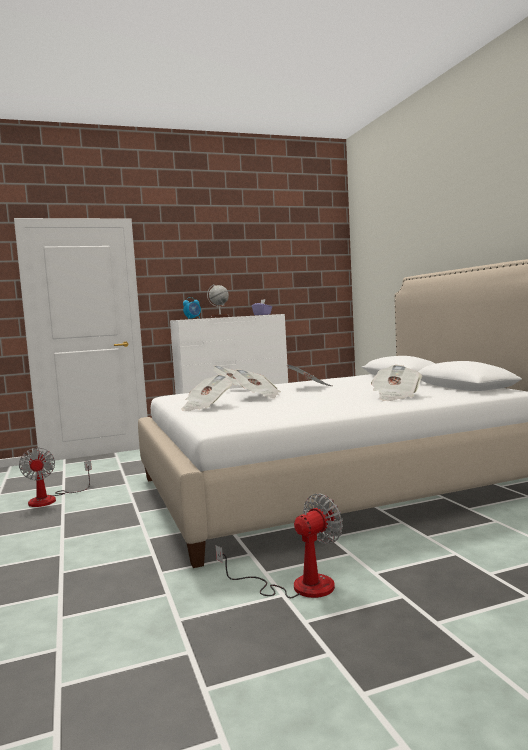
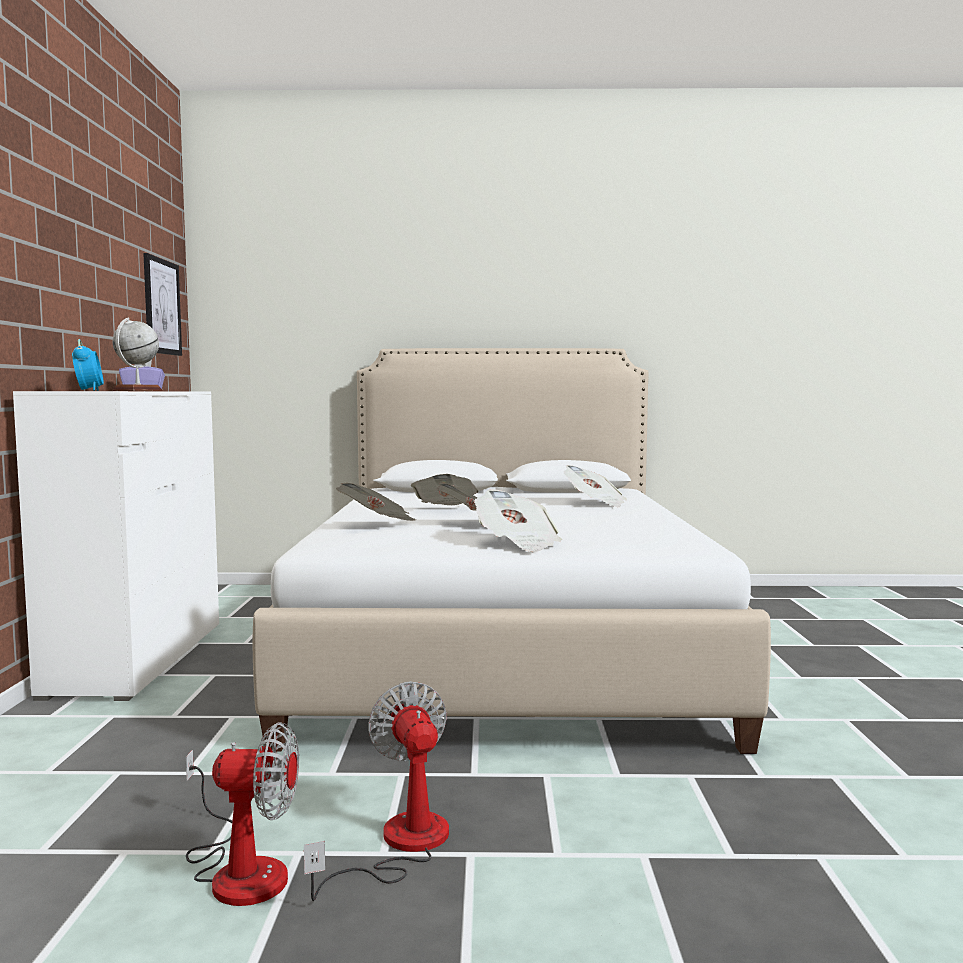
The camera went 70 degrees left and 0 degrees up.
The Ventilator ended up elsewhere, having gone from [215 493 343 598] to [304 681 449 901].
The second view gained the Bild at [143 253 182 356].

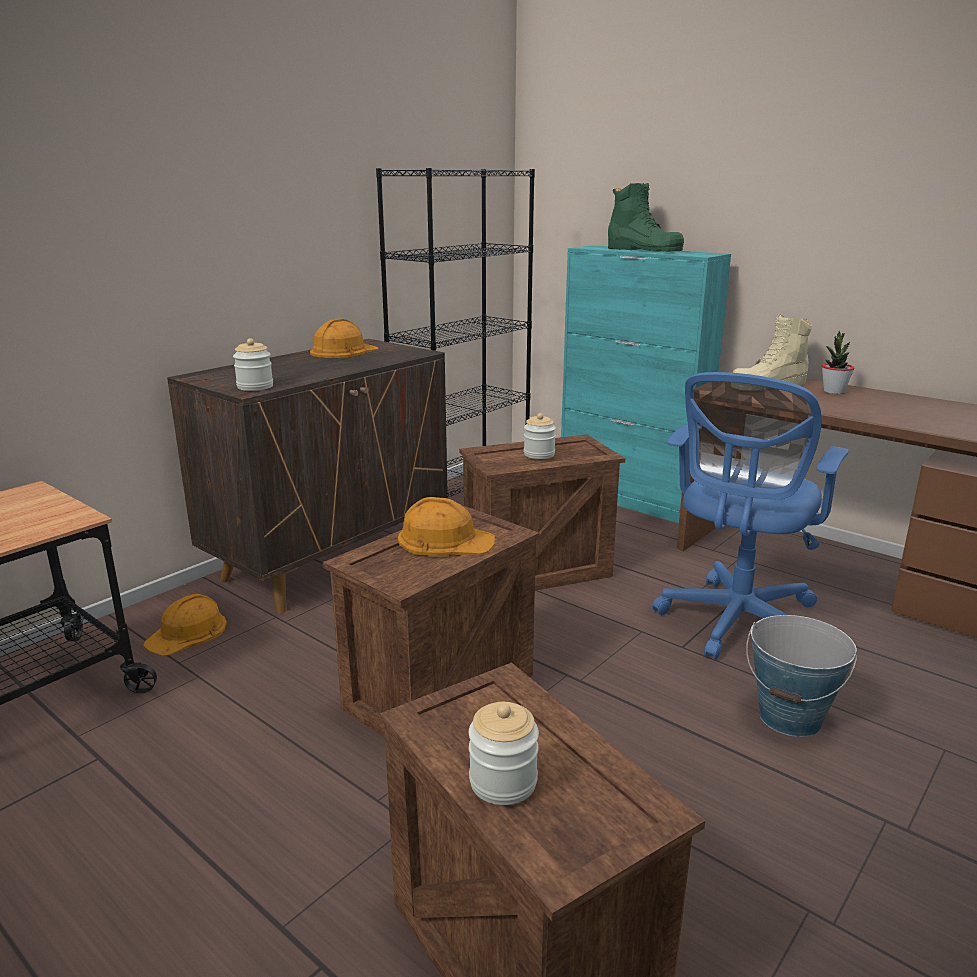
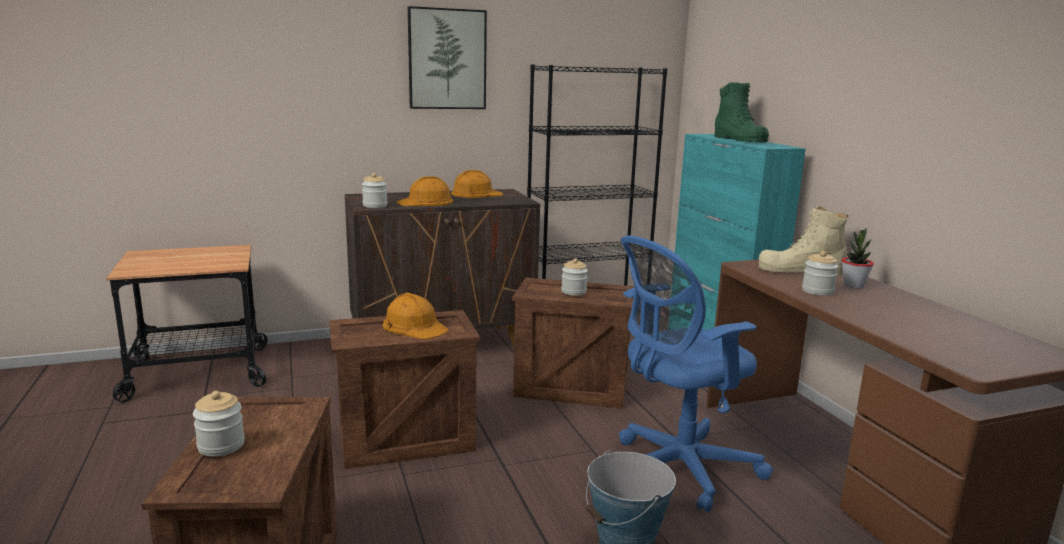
The camera went 30 degrees right and 5 degrees down.
The Schutzhelm [orange] ended up elsewhere, having gone from [143 594 227 656] to [397 176 453 206].
The second view gained the Bild at [408 6 487 109].
The second view gained the Vorratsglas at [802 251 838 295].

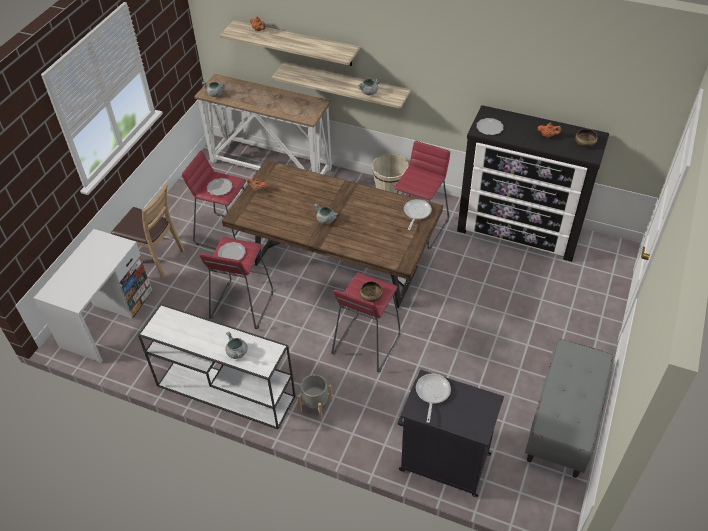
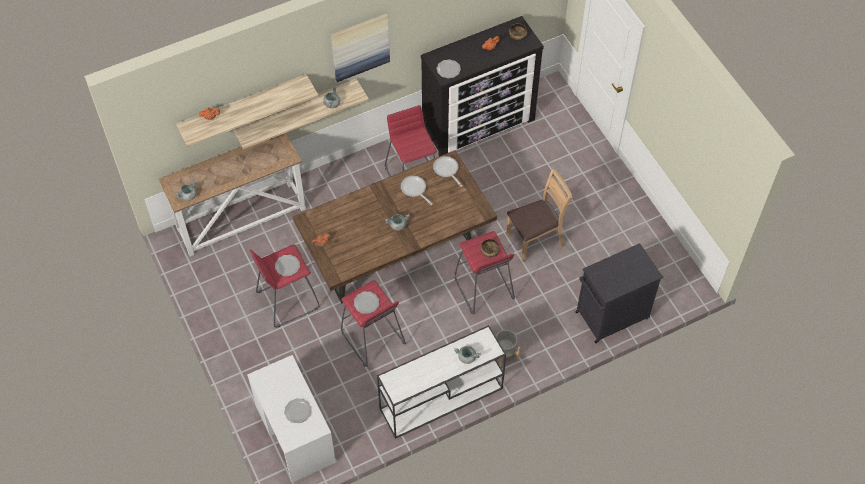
The camera went 50 degrees left and 10 degrees up.
The second view lost the Eimer [beige] at [372 154 409 195].
The Stuhl [braun] ended up elsewhere, having gone from [111 184 185 278] to [506 168 573 262].
The second view lost the Bank [grau] at [525 339 613 478].
The Pfanne ended up elsewhere, having gone from [416 373 451 423] to [401 176 432 205].
The second view gained the Bild at [331 14 390 82].
The second view gained the Teller at [284 398 312 423].

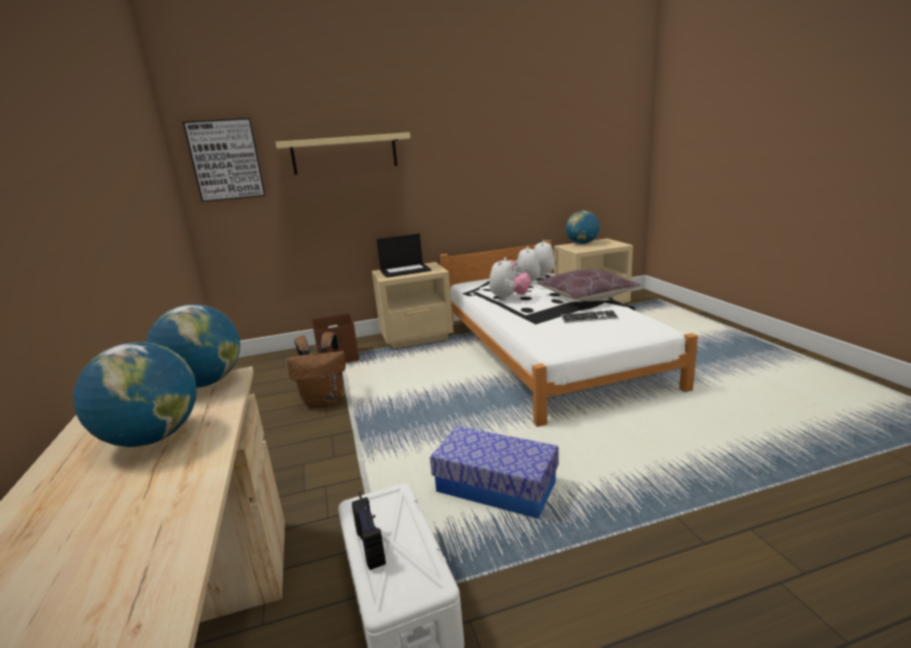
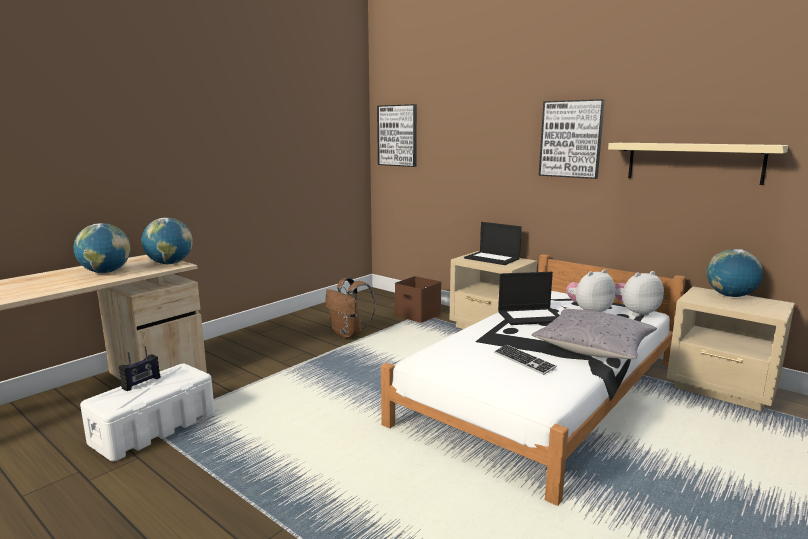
The camera went 55 degrees right and 5 degrees down.
The Wandregal [beige] ended up elsewhere, having gone from [276 132 410 175] to [608 143 788 185].
Where the Plüschtier stood at [489 257 530 300], the Laptop came to stand at [498 272 559 325].
What was the Kissen [braun] at [537 269 641 301] turned into the Kissen [grau] at [532 309 657 359].
The second view lost the Aufbewahrungsbox at [430 426 559 519].
The second view gained the Bild at [539 99 605 179].

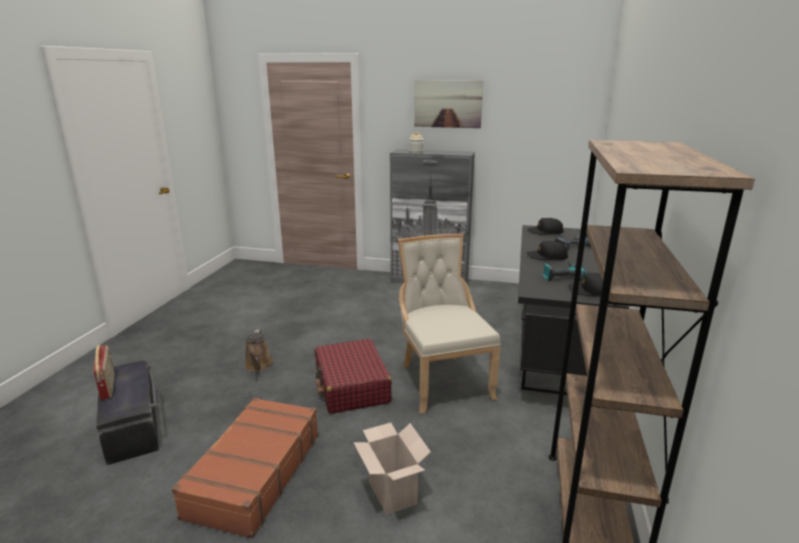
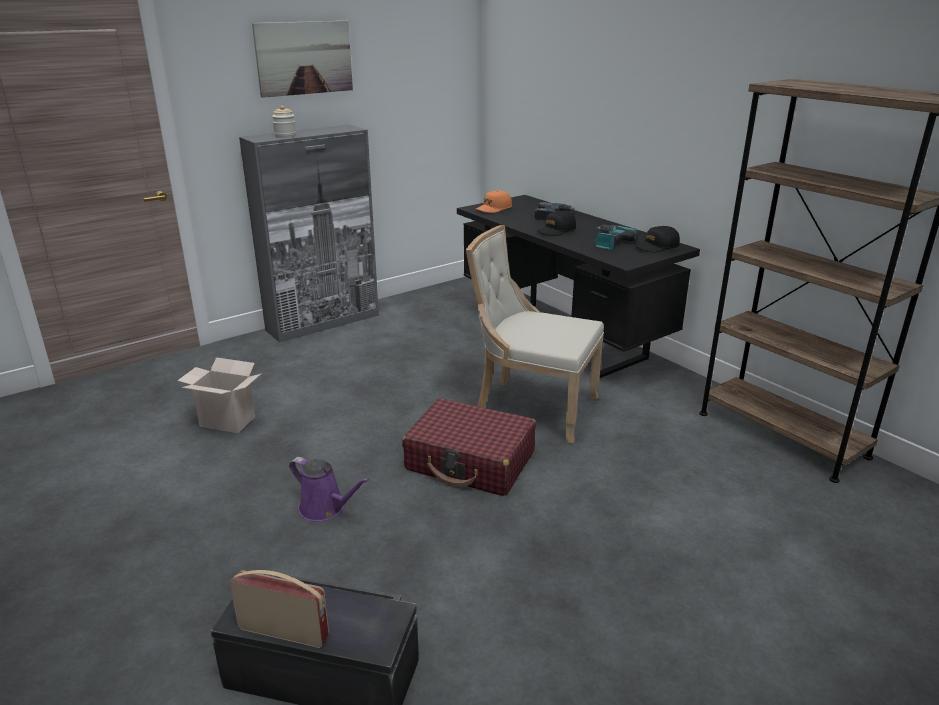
The camera went 50 degrees left and 5 degrees up.
What was the Kappe [schwarz] at [528 218 564 234] turned into the Kappe [orange] at [476 190 512 213].
What was the Gießkanne [braun] at [244 329 273 371] turned into the Gießkanne [lila] at [289 457 369 522].
The second view lost the Koffer [braun] at [172 397 319 538].
The Karton ended up elsewhere, having gone from [353 423 431 515] to [177 357 262 433].

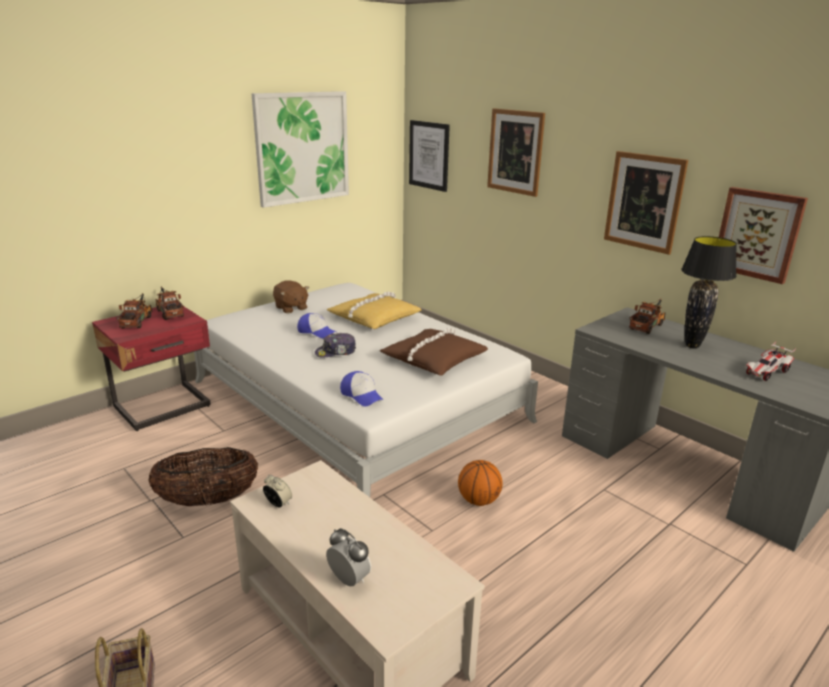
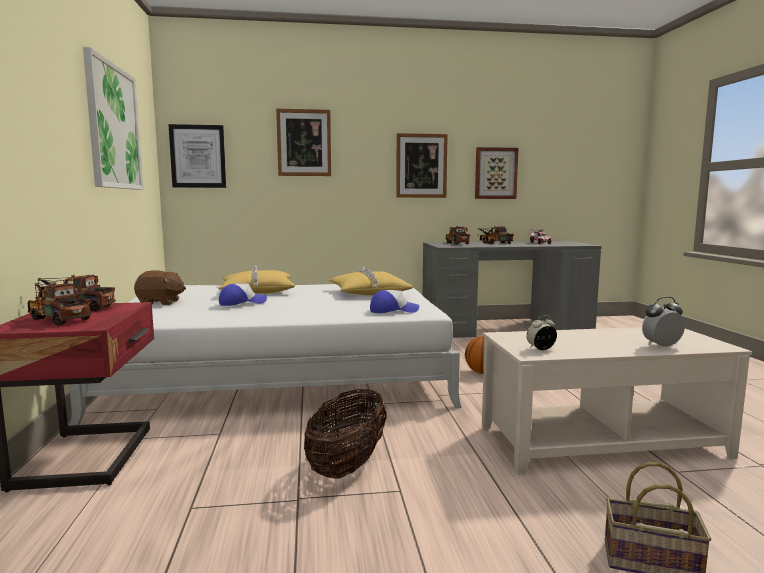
The camera went 55 degrees left and 15 degrees down.
Where the Tischlampe [schwarz] stood at [681 236 737 349], the Spielzeuglaster came to stand at [477 226 514 244].
What was the Kissen [braun] at [379 328 488 376] turned into the Kissen [gelb] at [329 267 414 295].
The second view lost the Kappe at [315 333 356 358].

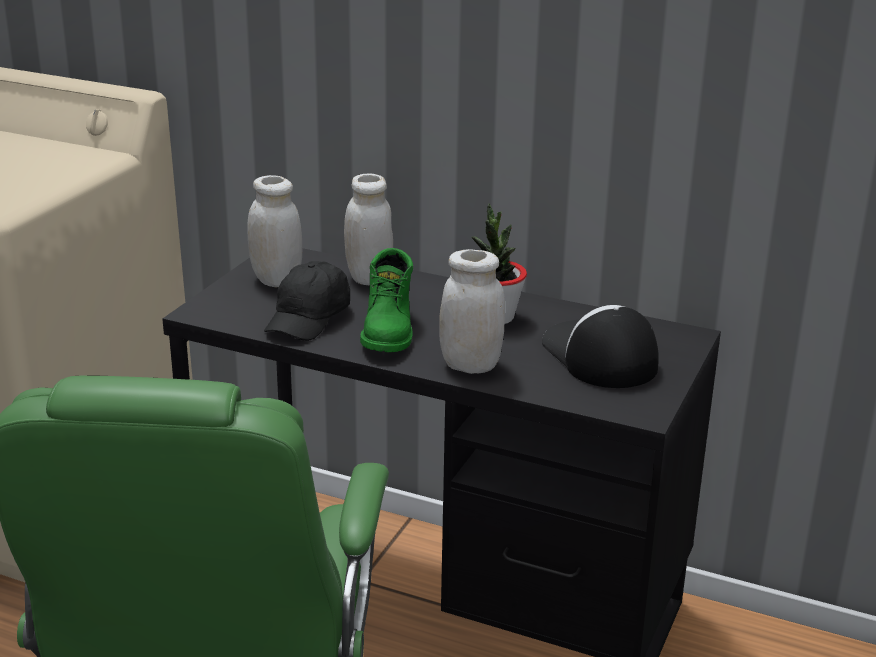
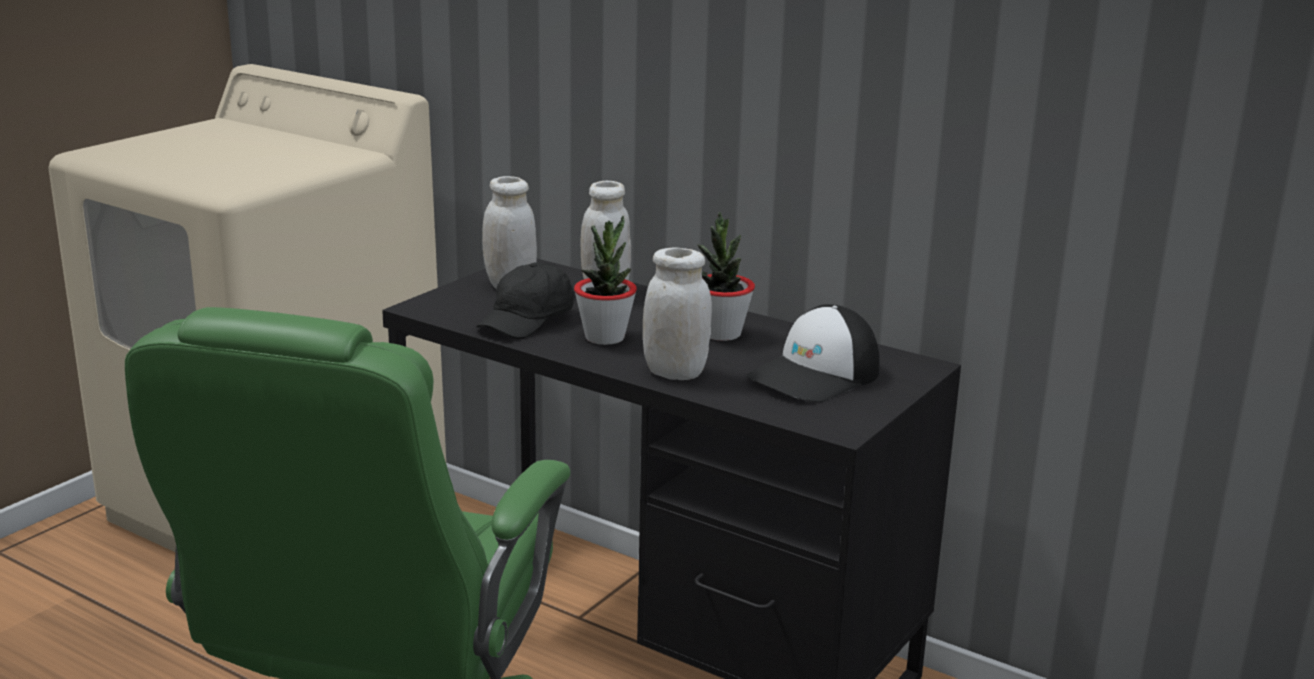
The camera went 10 degrees right and 5 degrees down.
Where the Stiefel [grün] stood at [360 248 413 352], the Topfpflanze came to stand at [574 216 637 345].
The Kappe at [542 305 659 388] ended up facing another way, 120 degrees counterclockwise from before.

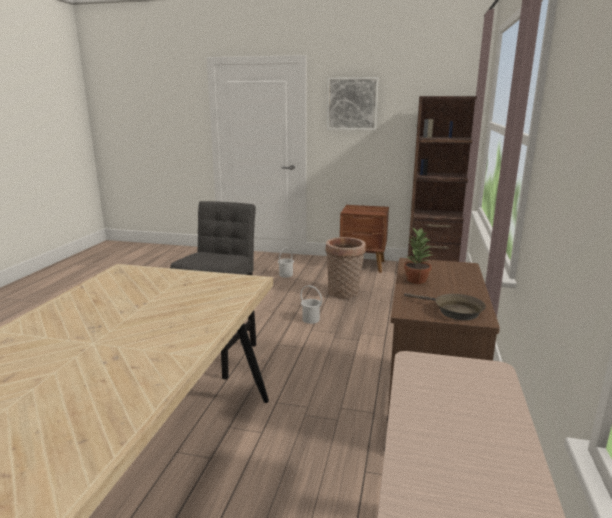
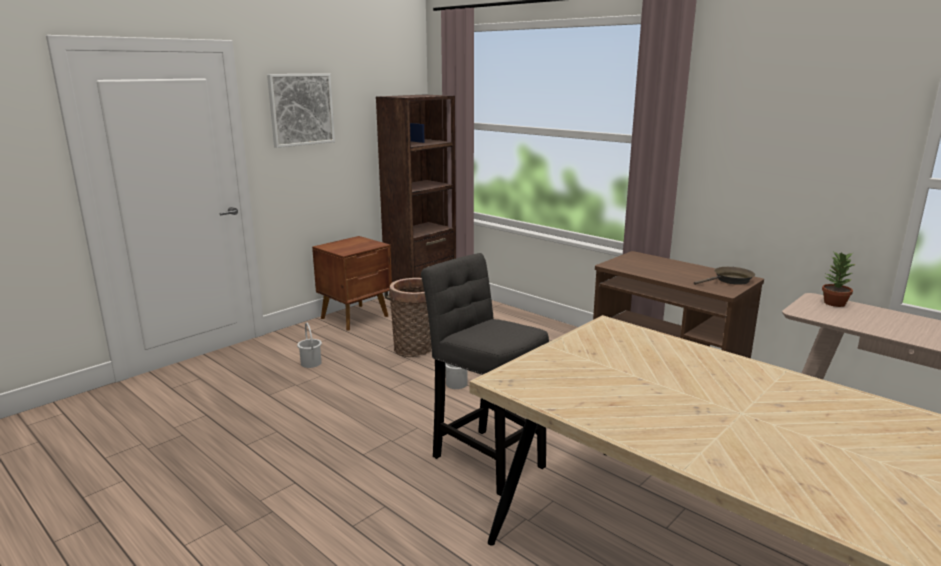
The camera went 60 degrees left and 0 degrees up.
The Topfpflanze ended up elsewhere, having gone from [404 227 433 284] to [822 251 855 307].

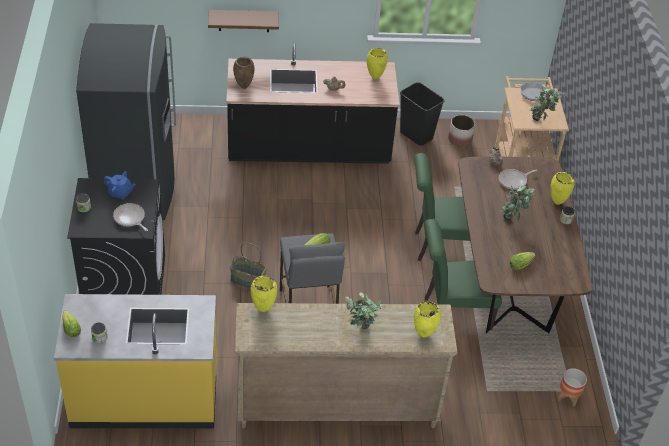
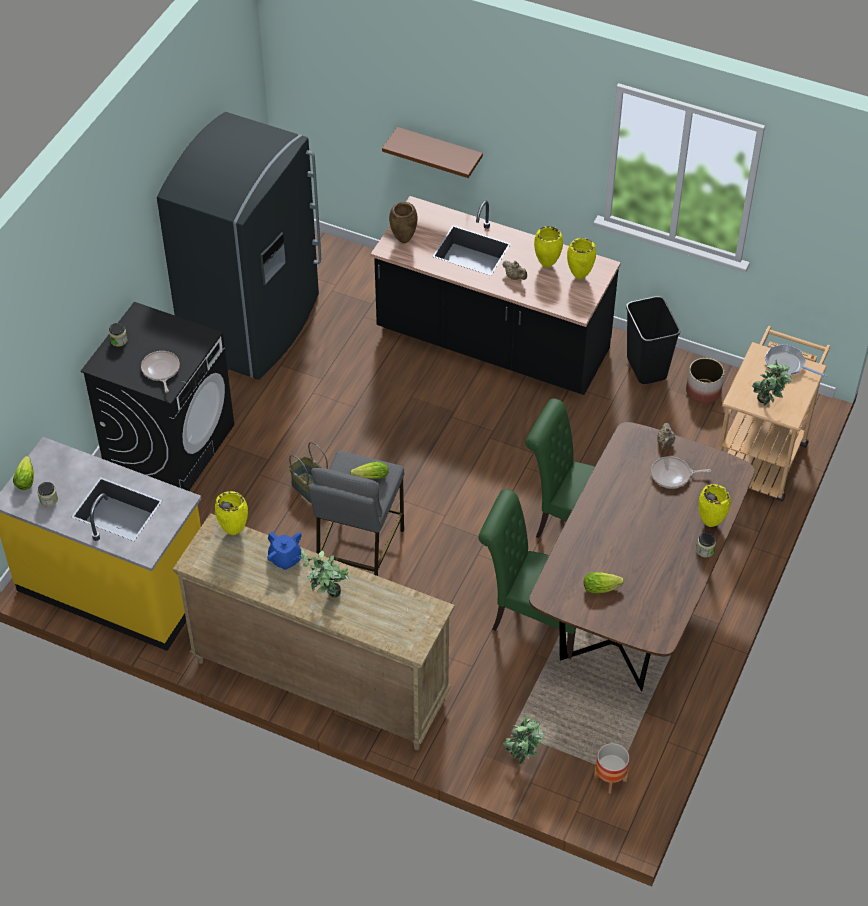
The camera went 30 degrees right and 5 degrees up.
The Teekanne [blau] ended up elsewhere, having gone from [104 171 136 199] to [267 532 302 570].
The Topfpflanze ended up elsewhere, having gone from [501 185 536 221] to [503 714 545 764].
The Vase [gelb] ended up elsewhere, having gone from [414 301 441 338] to [534 226 563 268].

